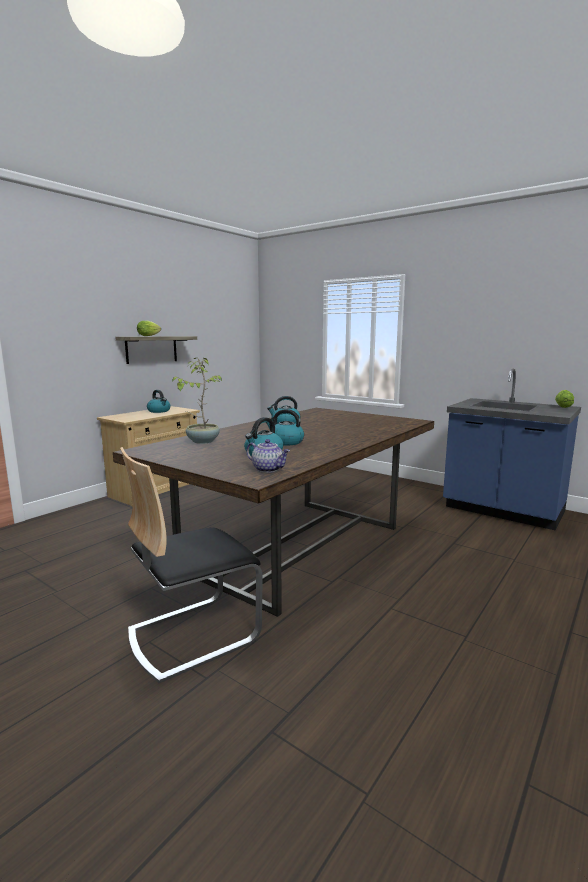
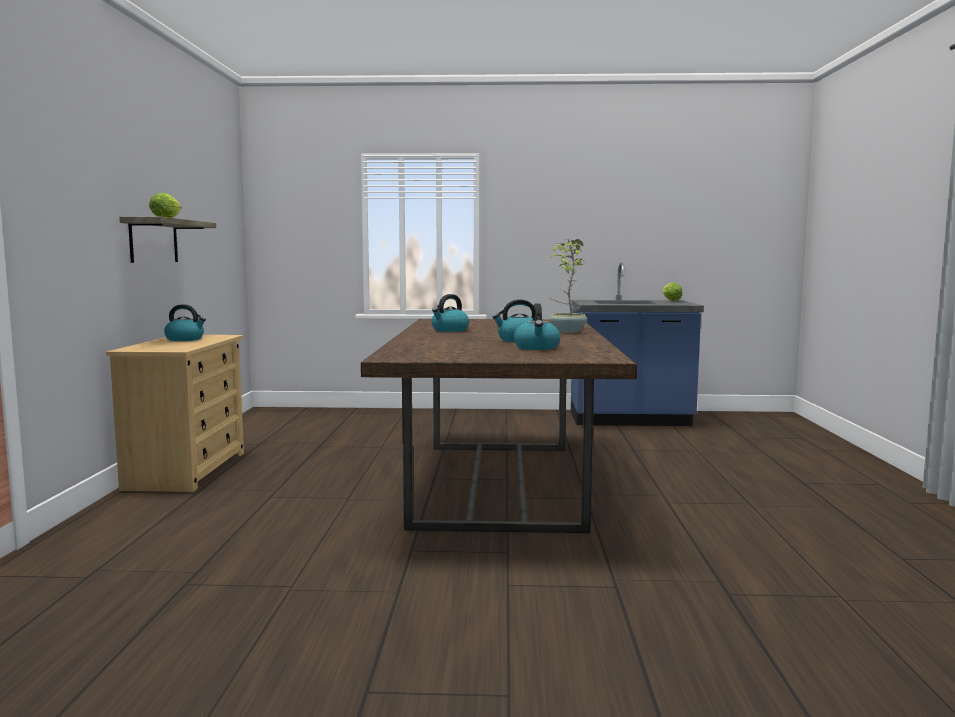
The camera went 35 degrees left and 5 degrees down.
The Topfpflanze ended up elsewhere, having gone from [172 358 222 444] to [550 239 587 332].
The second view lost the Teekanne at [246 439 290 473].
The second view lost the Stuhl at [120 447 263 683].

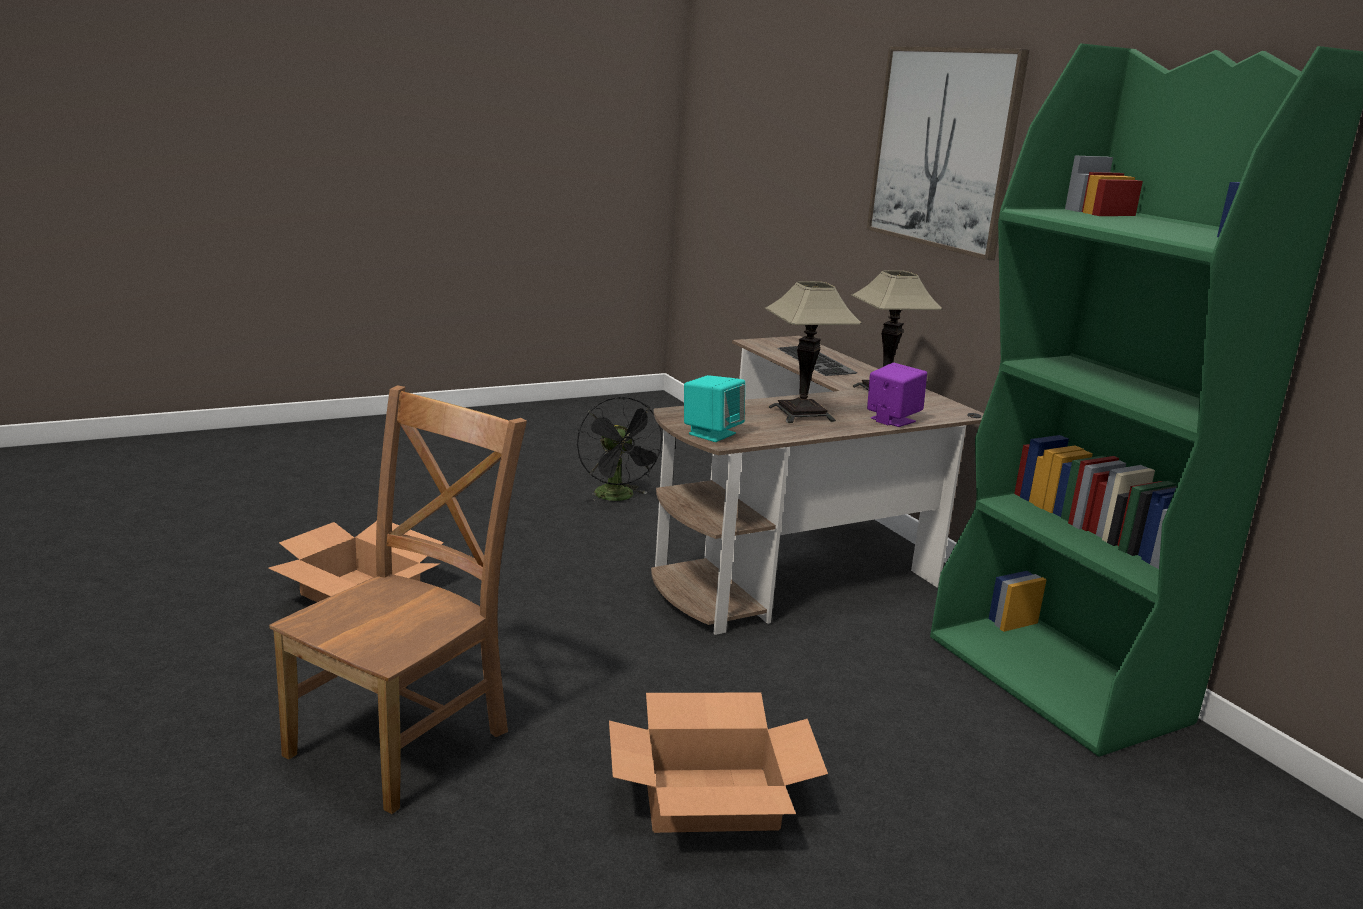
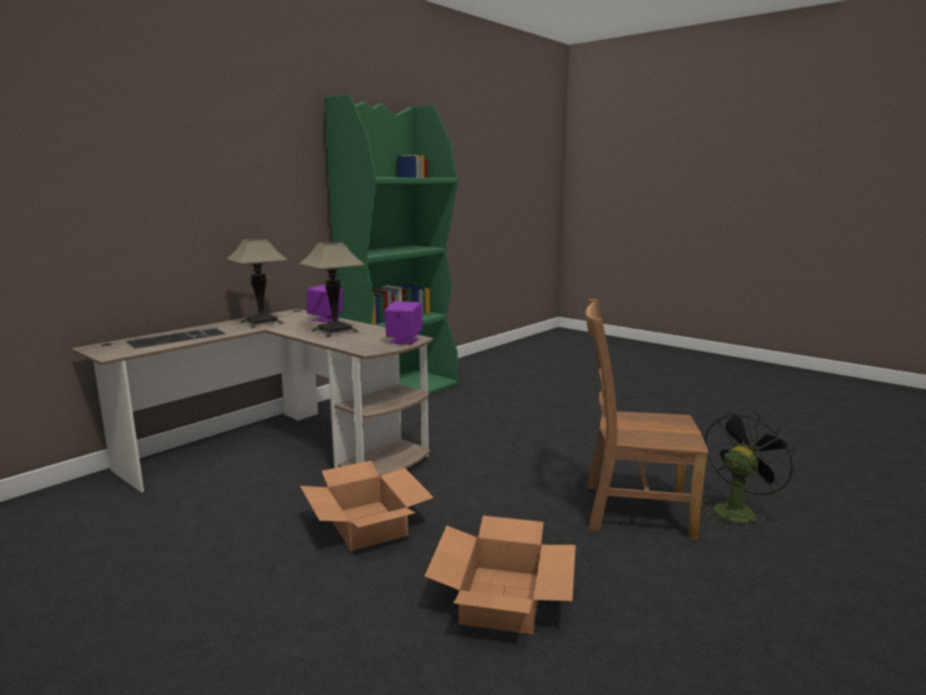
The camera went 110 degrees left and 5 degrees down.
The second view lost the Bild at [867 46 1029 260].
What was the Lautsprecher [türkis] at [684 375 745 442] turned into the Lautsprecher [lila] at [384 301 423 345].
The Ventilator [schwarz] ended up elsewhere, having gone from [577 396 664 503] to [701 411 797 523].
The Karton ended up elsewhere, having gone from [609 693 828 833] to [300 461 434 551].

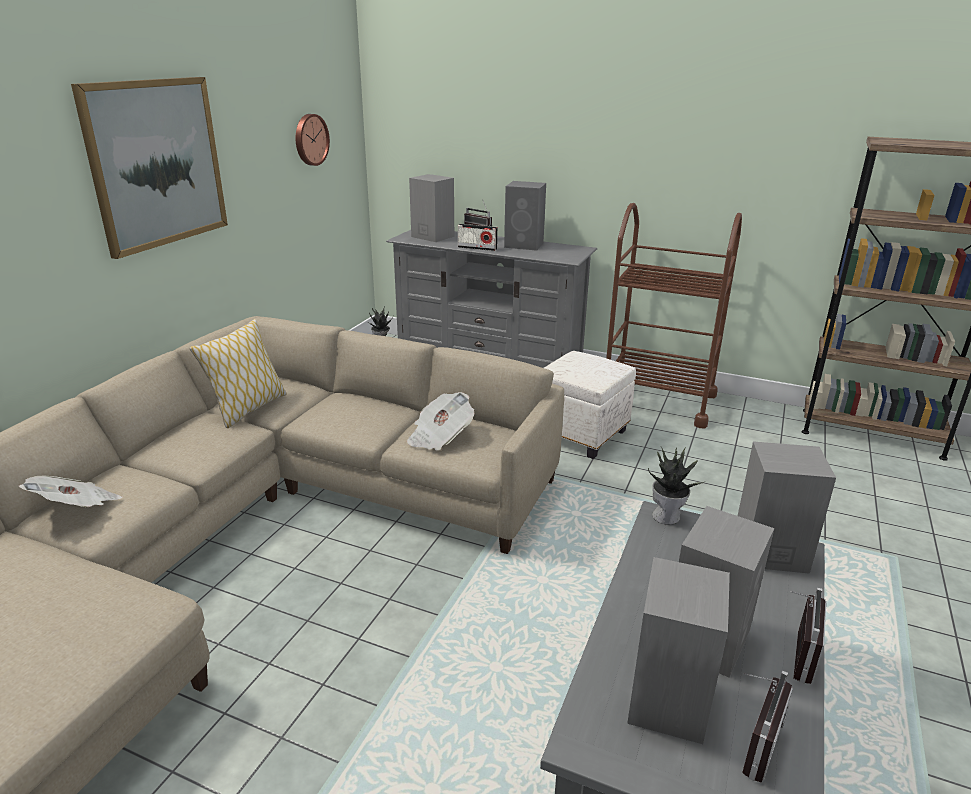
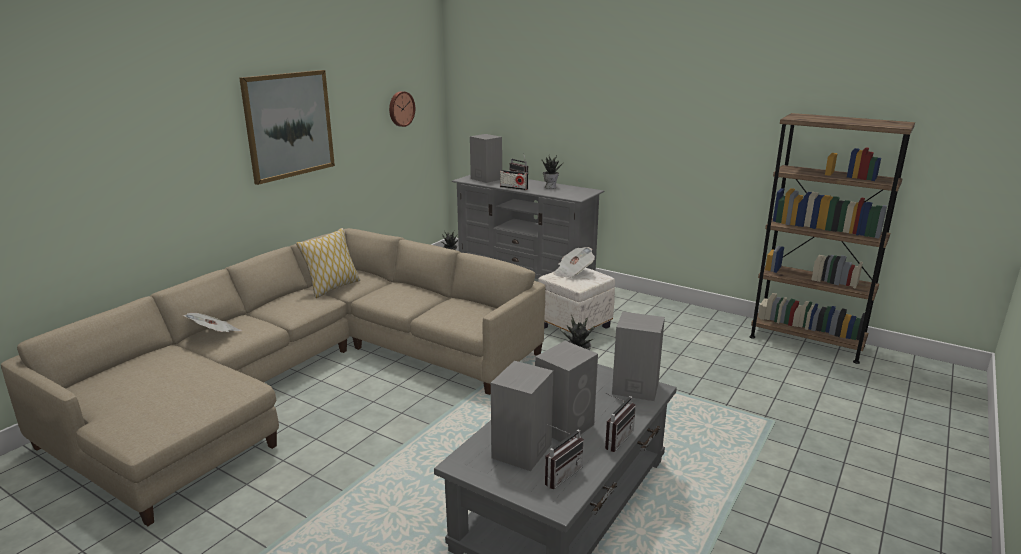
The camera went 10 degrees right and 5 degrees down.
Where the Lautsprecher [grau] stood at [504 181 546 251], the Topfpflanze came to stand at [542 155 562 189].
The second view lost the Rollwagen [braun] at [606 203 742 428].
The Zeitung ended up elsewhere, having gone from [407 392 474 451] to [553 247 595 278].

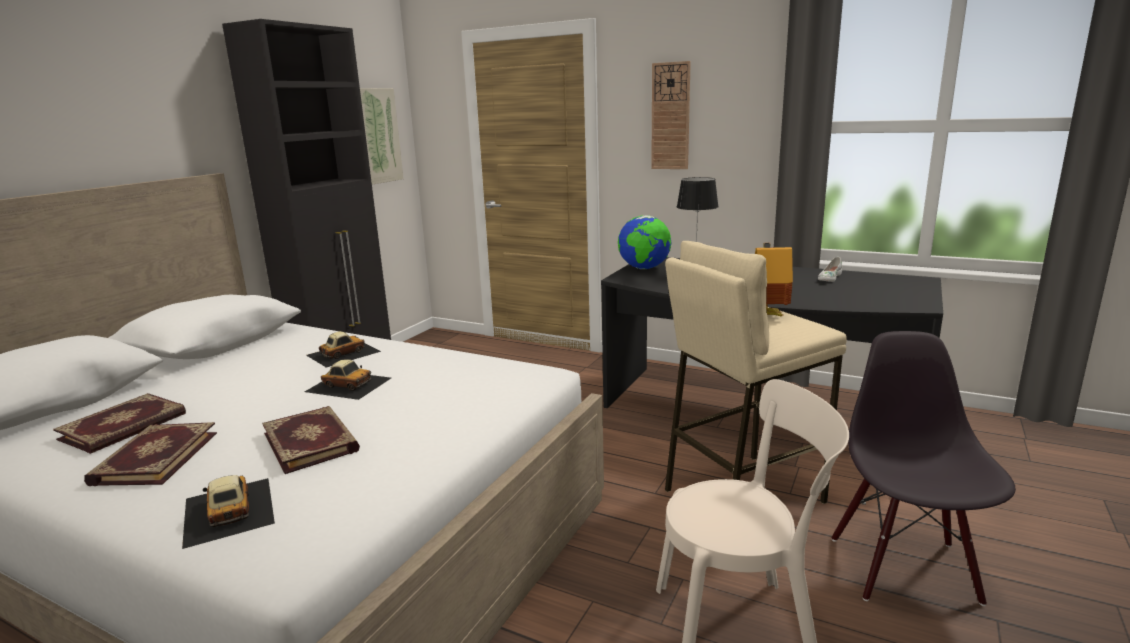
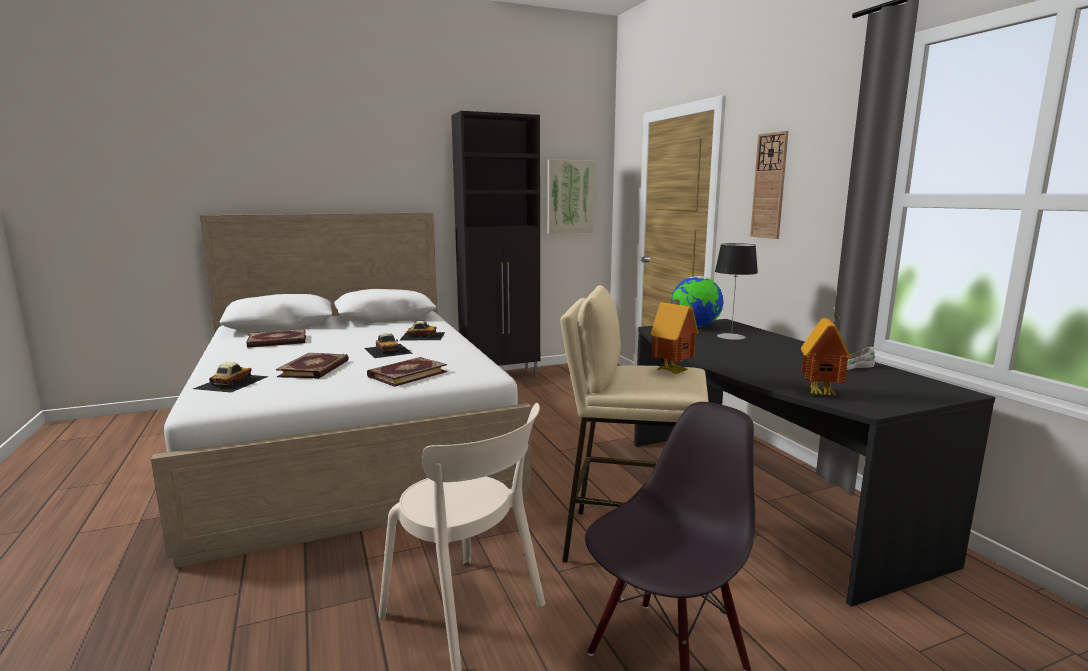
The camera went 40 degrees right and 5 degrees down.
The Buch ended up elsewhere, having gone from [84 422 217 486] to [367 357 447 387].
The second view gained the Spielzeughaus at [801 317 852 396].

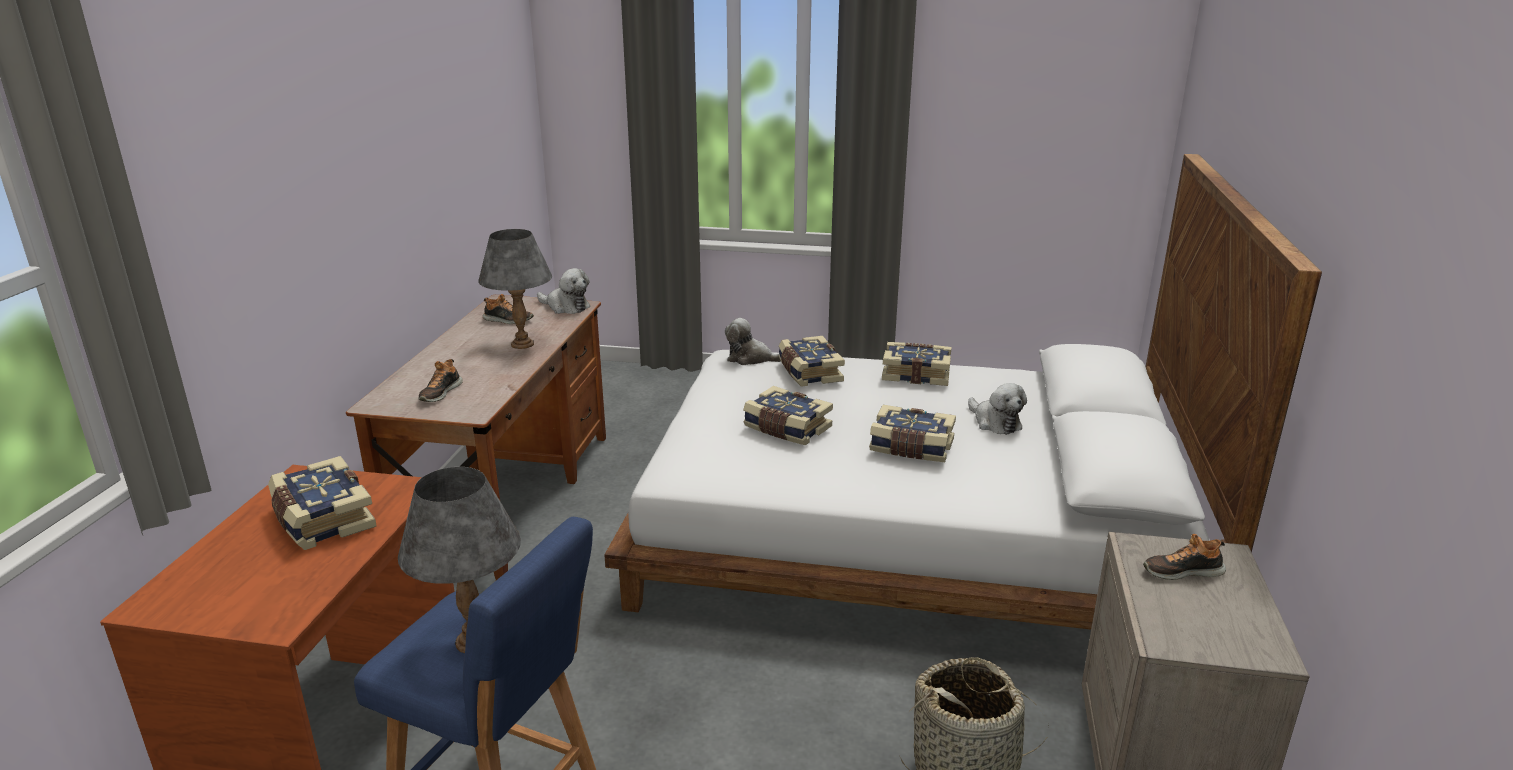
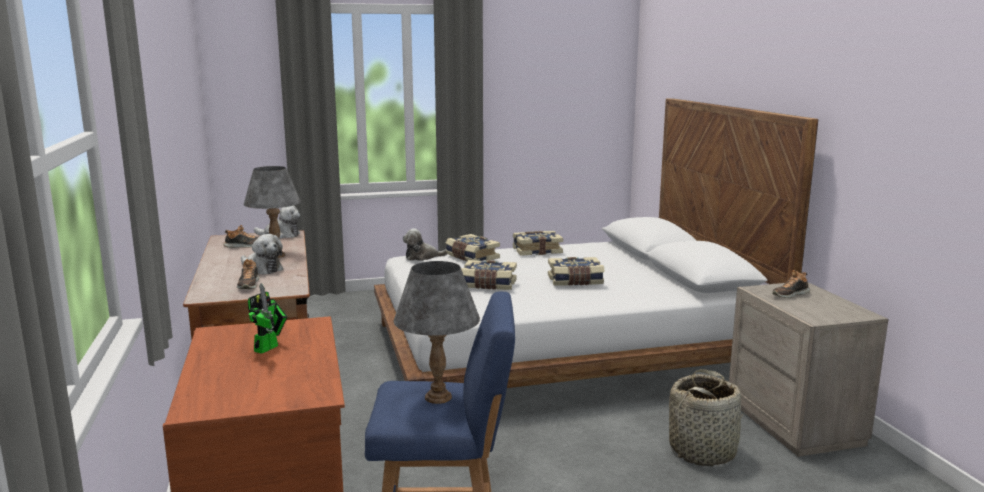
The camera went 25 degrees left and 10 degrees down.
The Plüschtier ended up elsewhere, having gone from [968 383 1027 435] to [241 234 283 275].
Where the Buch stood at [268 456 377 550], the Spielzeugroboter came to stand at [248 283 287 354].

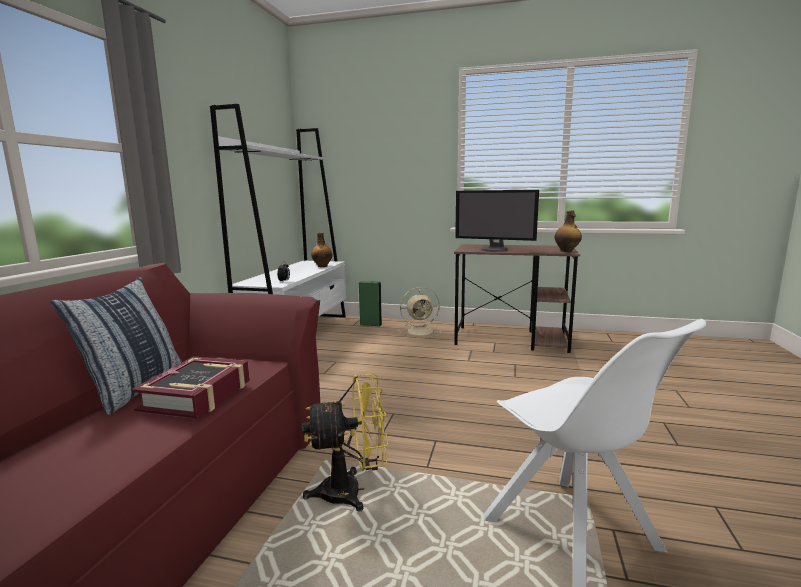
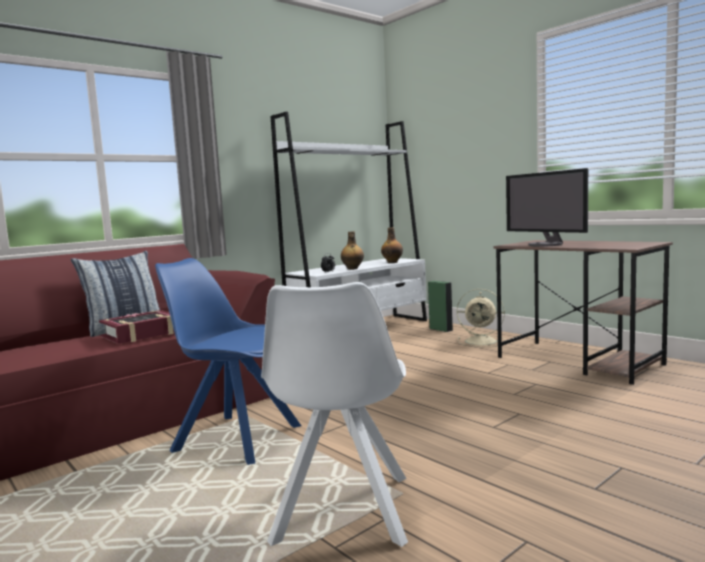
The camera went 35 degrees right and 5 degrees down.
The Flasche ended up elsewhere, having gone from [555 210 582 252] to [341 231 364 270].
Where the Ventilator [gelb] stood at [302 374 388 511], the Stuhl [blau] came to stand at [155 258 301 465].

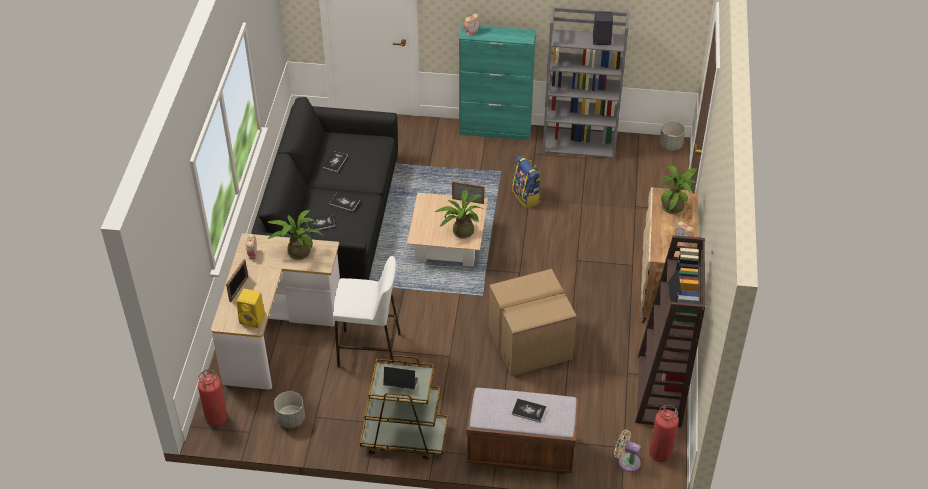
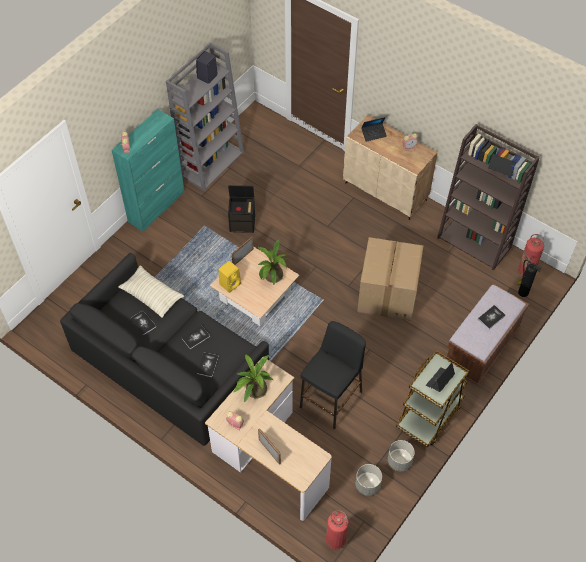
The camera went 60 degrees left and 10 degrees up.
The Pflanzkübel [grau] ended up elsewhere, having gone from [659 121 685 151] to [388 440 415 471].
Where the Rucksack stood at [512 156 541 208], the Aufbewahrungsbox [schwarz] came to stand at [228 185 255 233].
Where the Topfpflanze stood at [658 166 696 214], the Laptop came to stand at [361 117 387 142].
What was the Hocker [weiß] at [333 256 401 367] turned into the Hocker [schwarz] at [300 321 366 429].
The Lautsprecher [gelb] ended up elsewhere, having gone from [237 289 265 328] to [218 261 241 293].
Where the Ventilator [beige] stood at [614 430 641 472], the Feuerlöscher came to stand at [518 260 541 297].
The second view gained the Kissen at [118 265 184 318].

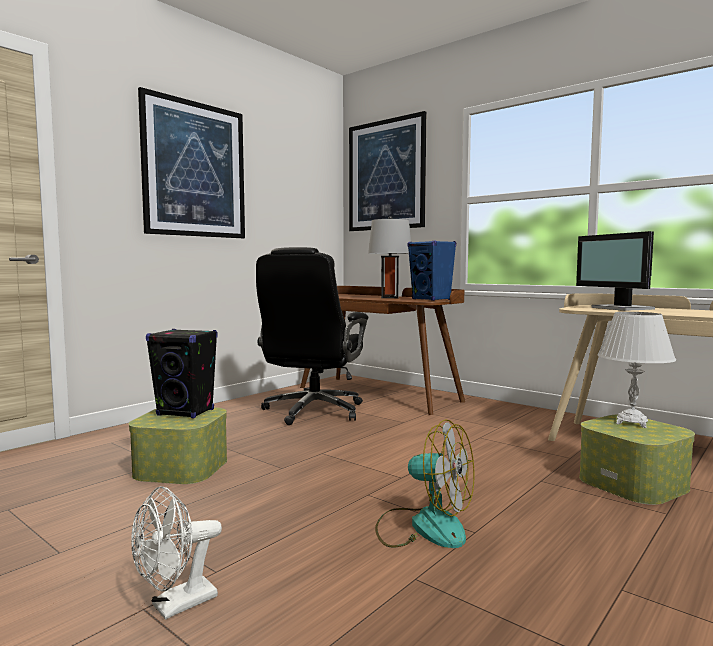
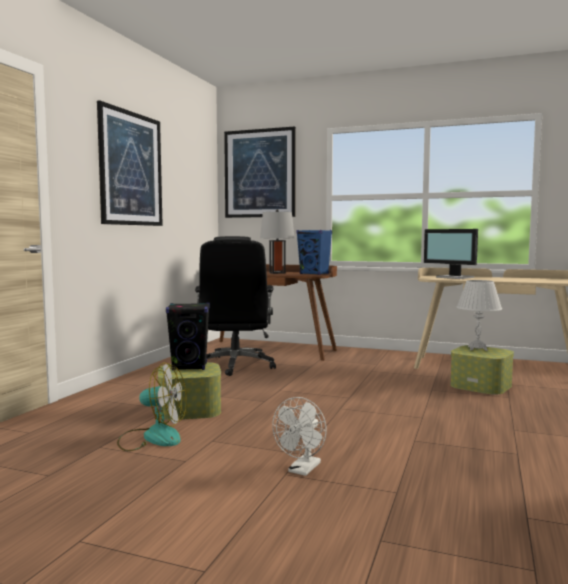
The camera went 20 degrees left and 0 degrees up.
The Ventilator ended up elsewhere, having gone from [375 419 474 548] to [117 363 187 451].

